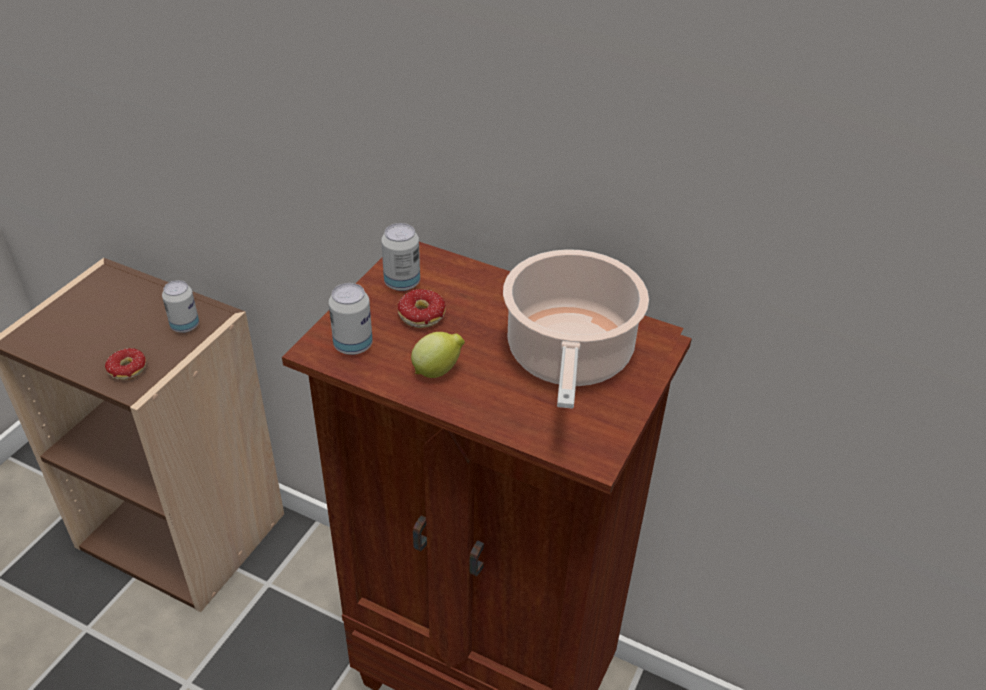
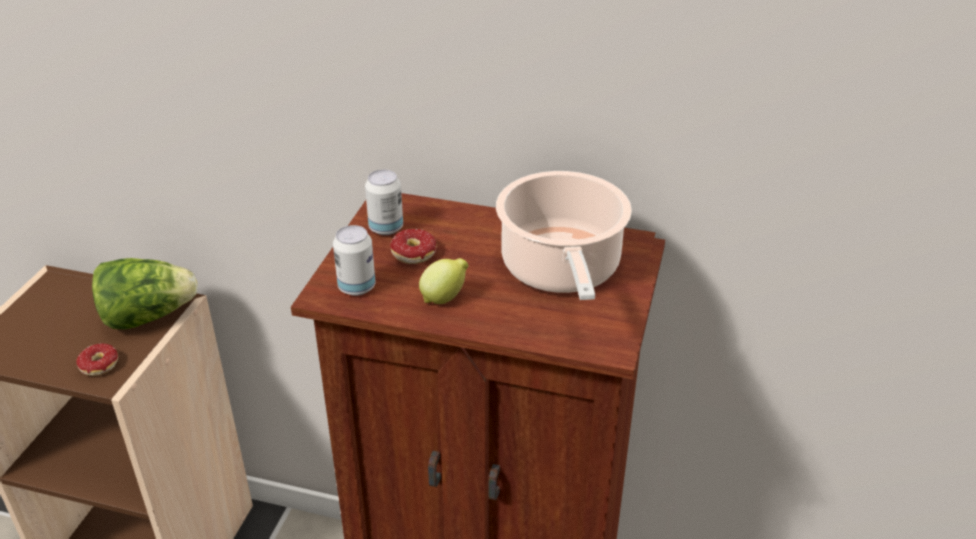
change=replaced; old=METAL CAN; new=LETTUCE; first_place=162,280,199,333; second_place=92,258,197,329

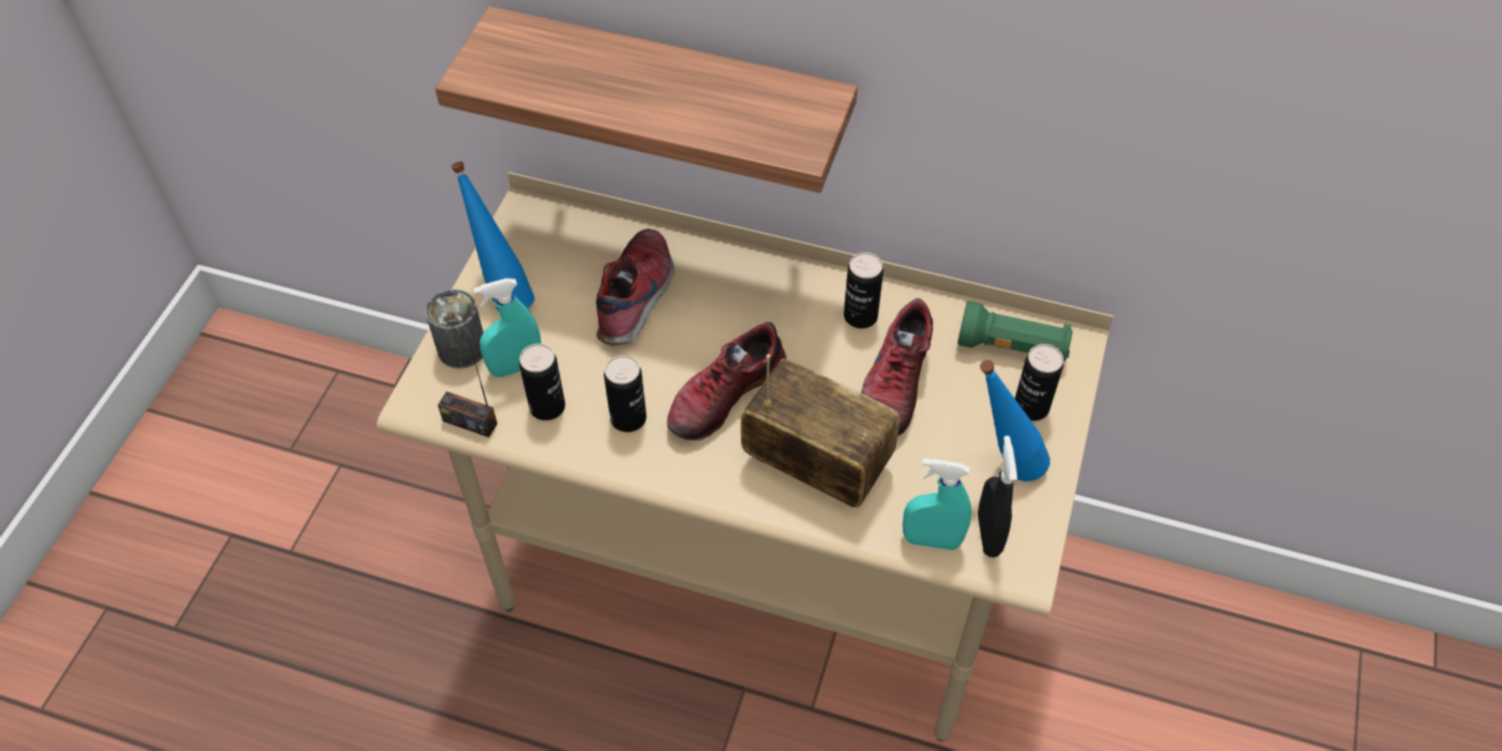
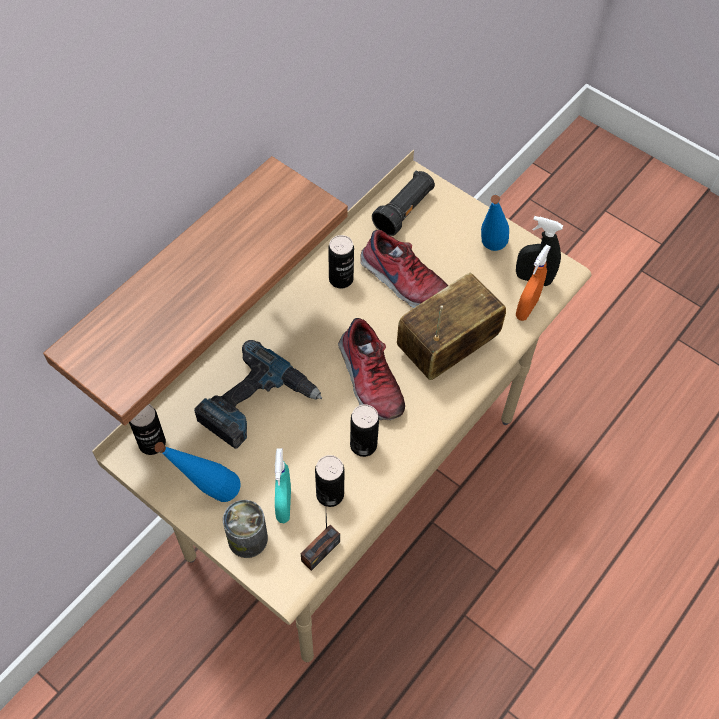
change=moved; old=METAL CAN; first_place=1015,344,1063,421; second_place=129,404,166,455
change=replaced; old=LOW SHOE; new=POWER DRILL; first_place=596,229,675,346; second_place=194,340,322,449
change=recoloured; old=GREEN-COLOURED HAND TORCH; new=BLACK HAND TORCH; first_place=958,301,1072,362; second_place=372,170,435,236
change=recoloured; old=TURQUOISE HAND SPRAYER; new=ORANGEY HAND SPRAYER; first_place=902,458,972,550; second_place=516,244,551,321

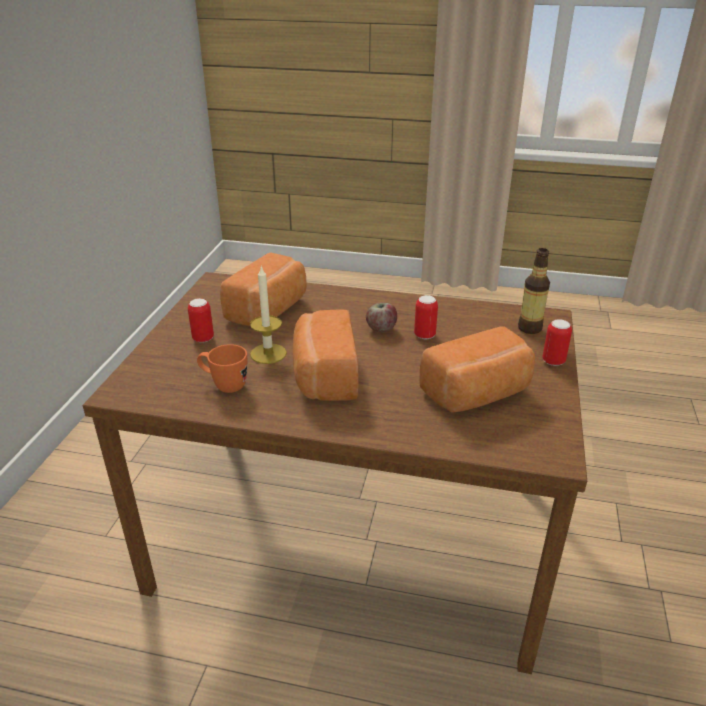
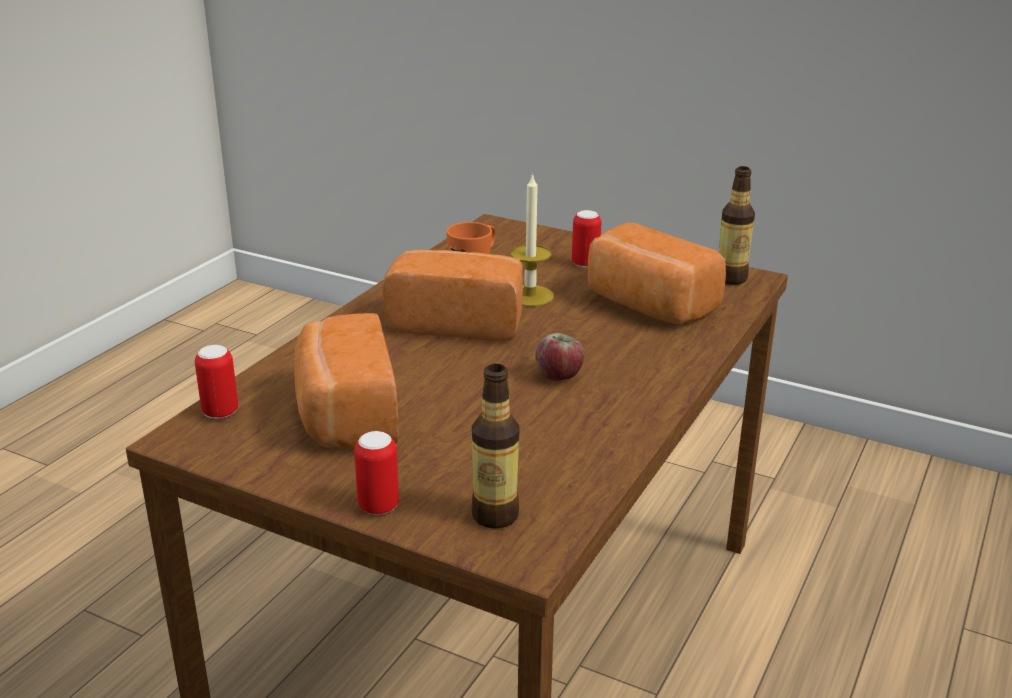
change=moved; old=METAL CAN; first_place=414,295,438,339; second_place=195,345,238,419
change=added; new=BEVERAGE BOTTLE; second_place=719,166,755,285

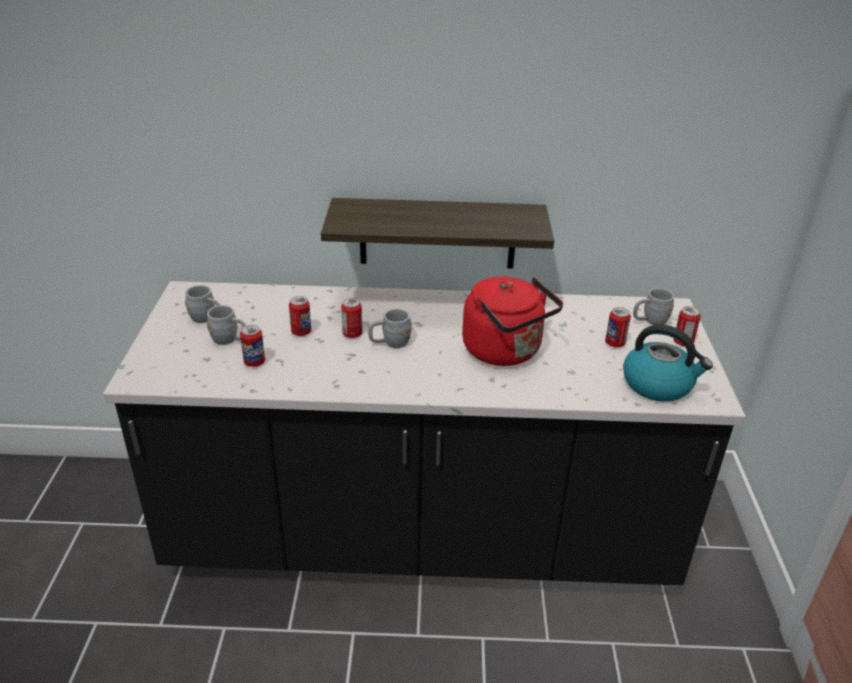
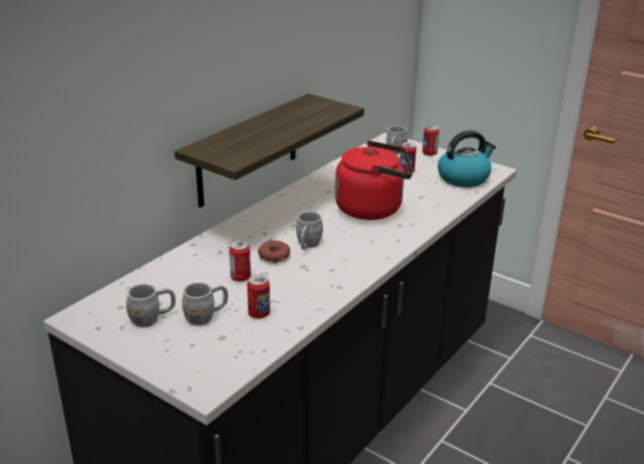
change=replaced; old=METAL CAN; new=DONUT; first_place=341,298,362,338; second_place=258,240,290,264

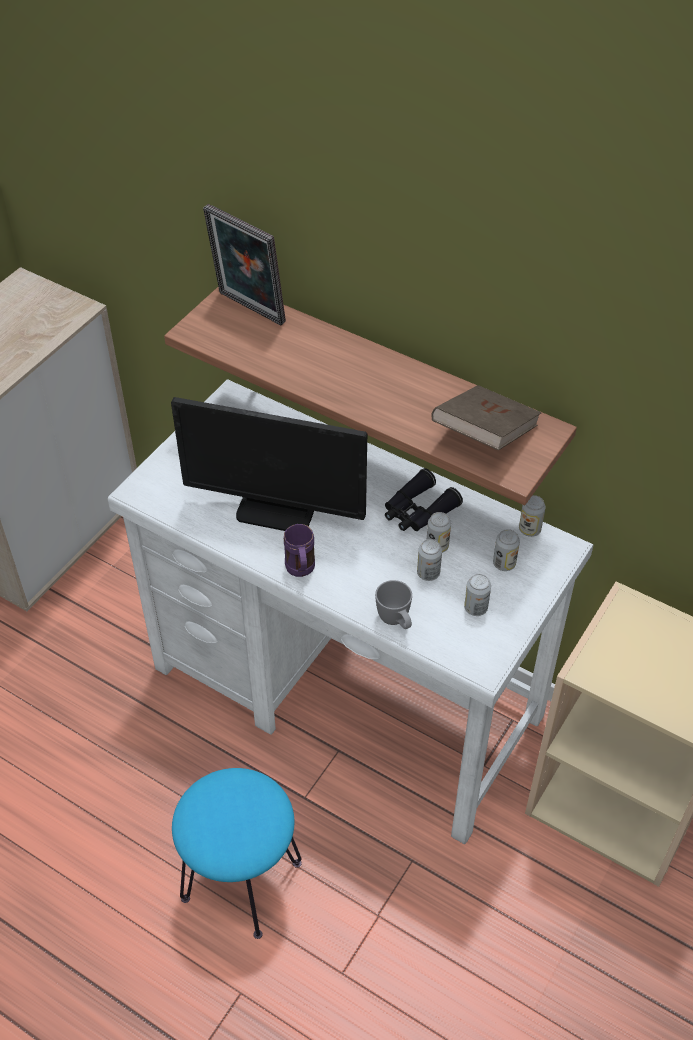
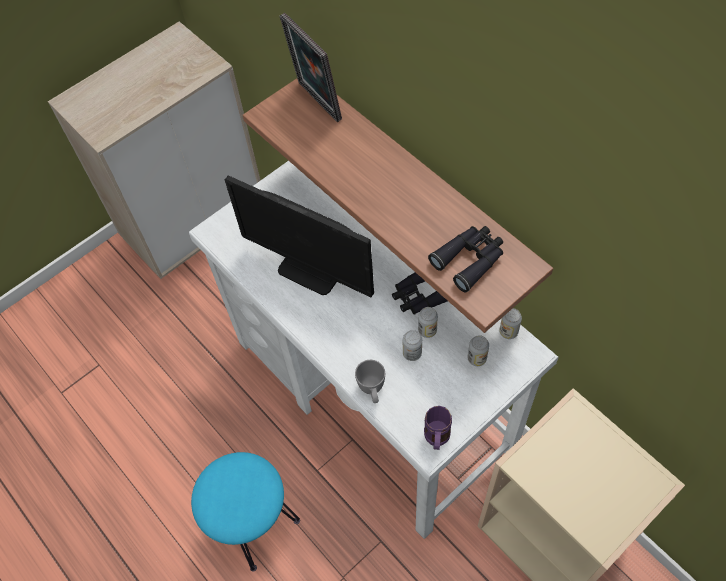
change=moved; old=PURPLE-COLOURED TEA MUG; first_place=284,524,315,577; second_place=424,406,452,450
change=replaced; old=BROWNISH BOUND BOOK; new=BLACK FIELD GLASSES; first_place=431,385,542,451; second_place=428,226,503,293
change=removed; old=METAL CAN; first_place=464,574,491,616

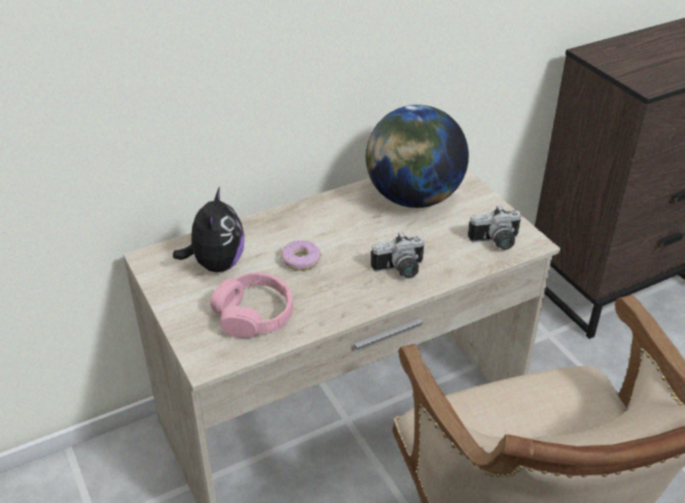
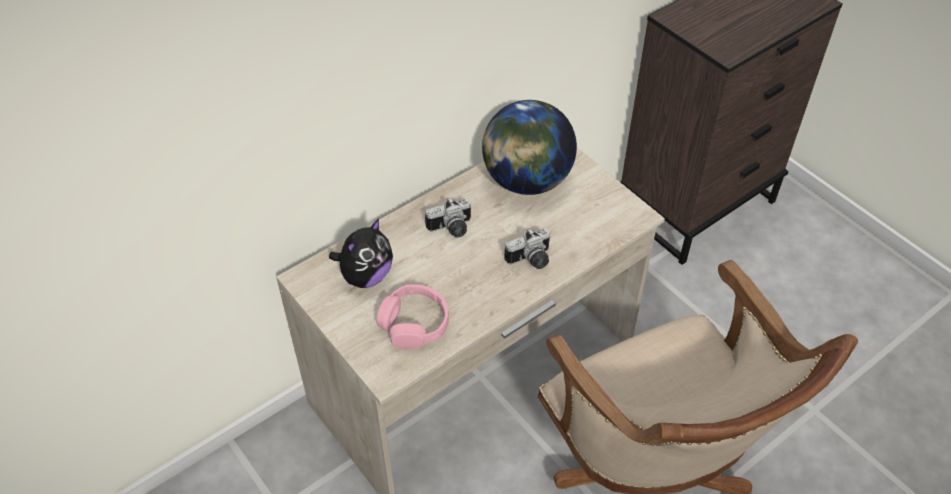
change=turned; old=SOFT TOY; first_place=173,187,244,272; second_place=329,219,393,288; degrees=45
change=moved; old=STILL CAMERA; first_place=468,205,521,250; second_place=425,198,471,237
change=removed; old=DONUT; first_place=281,240,321,271

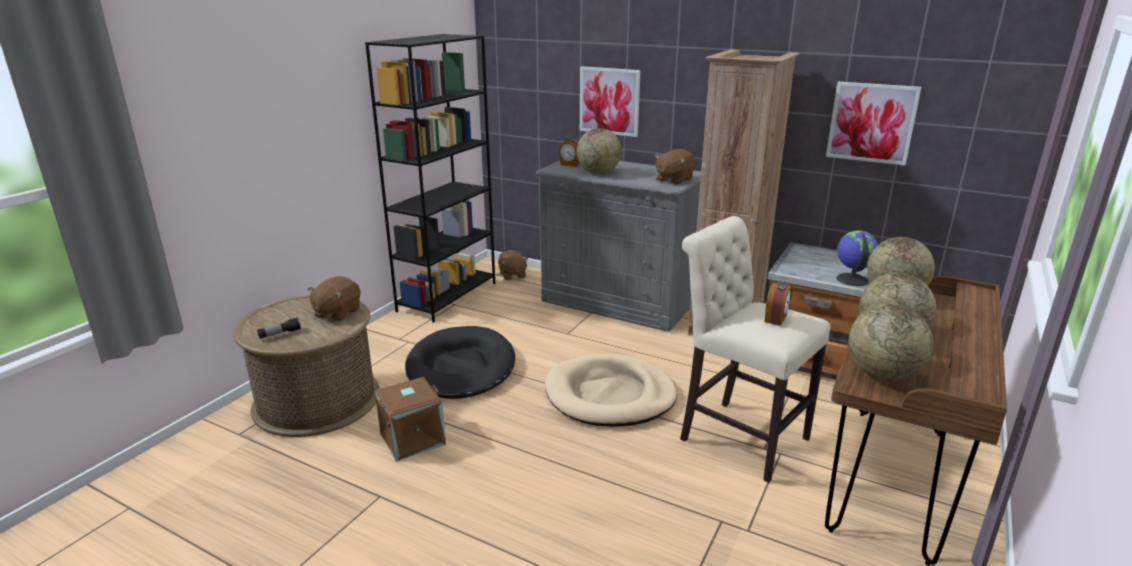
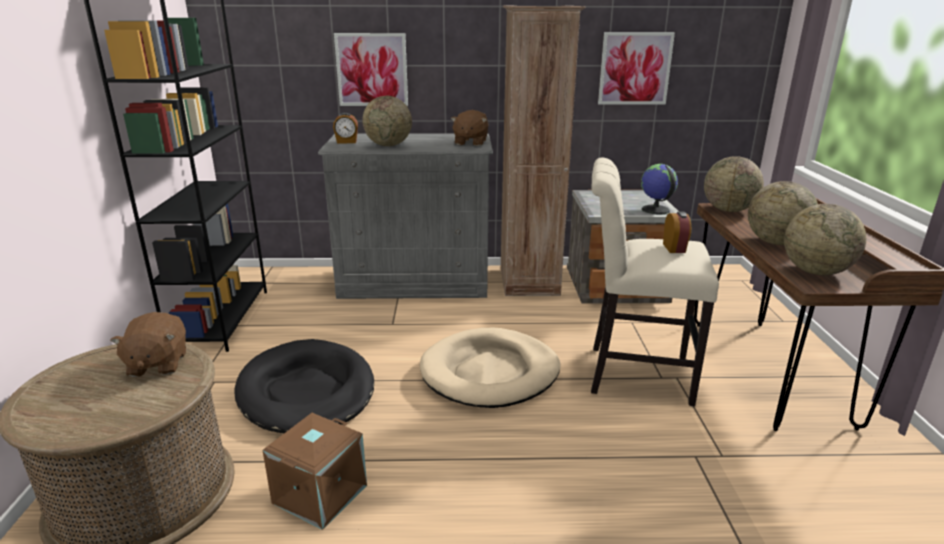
change=removed; old=HAND TORCH; first_place=257,317,301,339
change=removed; old=BROWNISH SOFT TOY; first_place=498,250,528,280

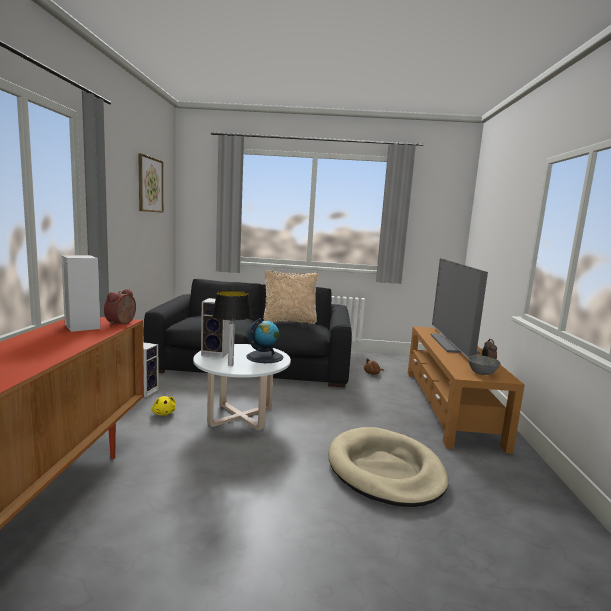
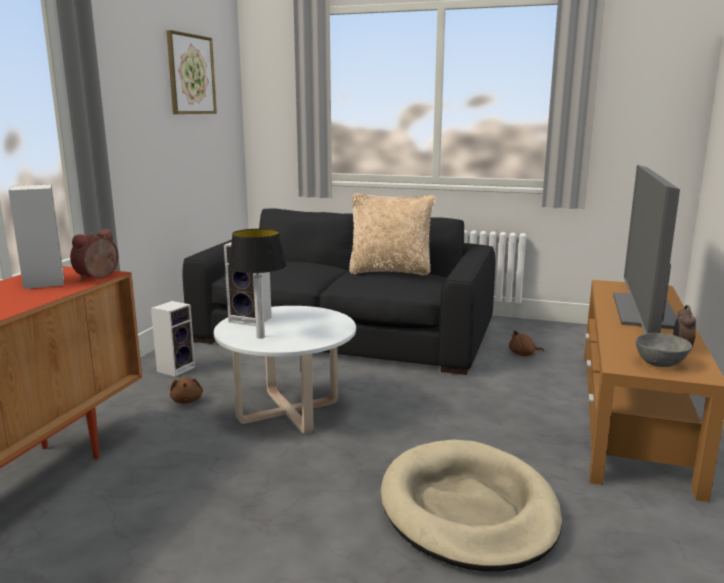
change=recoloured; old=YELLOWISH SOFT TOY; new=BROWNISH SOFT TOY; first_place=151,396,176,416; second_place=170,377,203,404
change=removed; old=DESK GLOBE; first_place=246,318,283,363

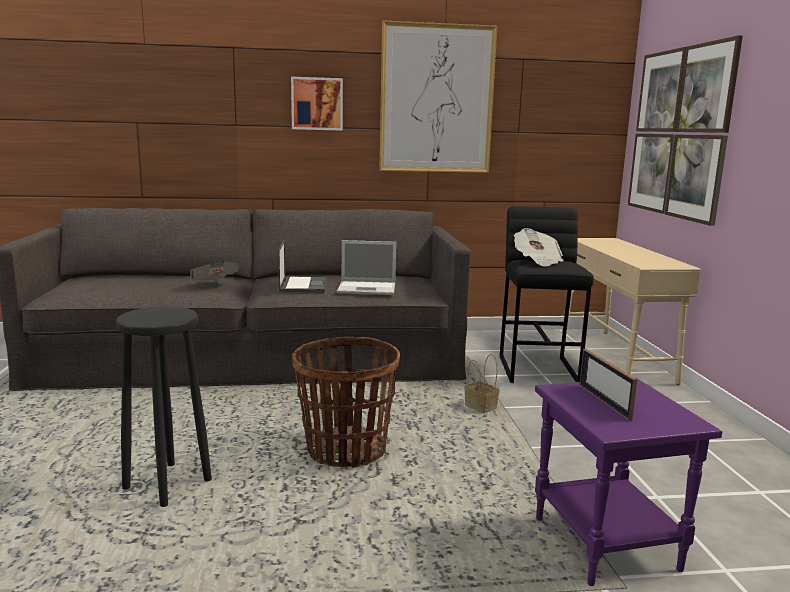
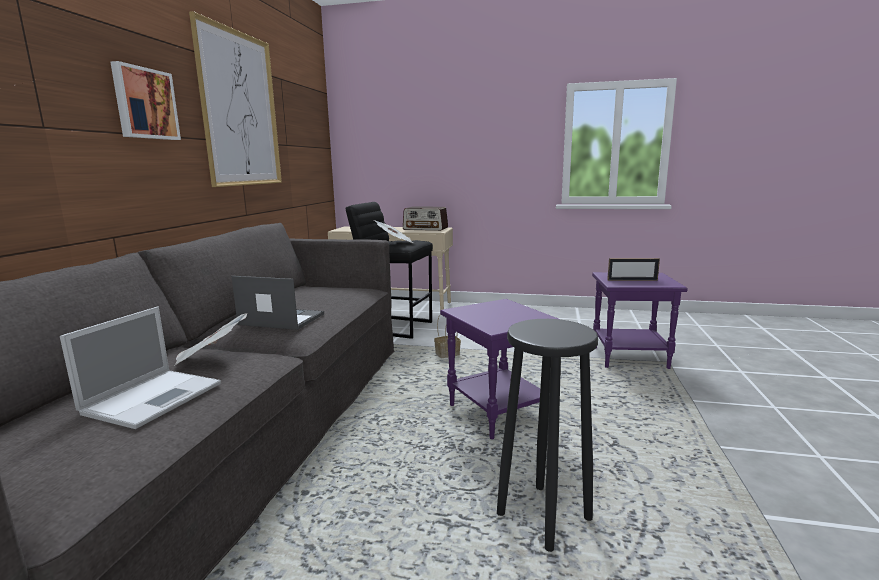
change=moved; old=NOTEBOOK COMPUTER; first_place=337,240,396,295; second_place=60,307,221,429
change=added; new=RADIO; second_place=403,206,448,231
change=replaced; old=STORAGE BASKET; new=PURPLE-COLOURED ACCENT TABLE; first_place=292,337,400,468; second_place=440,299,561,439
change=removed; old=WALL ART; first_place=628,35,743,226

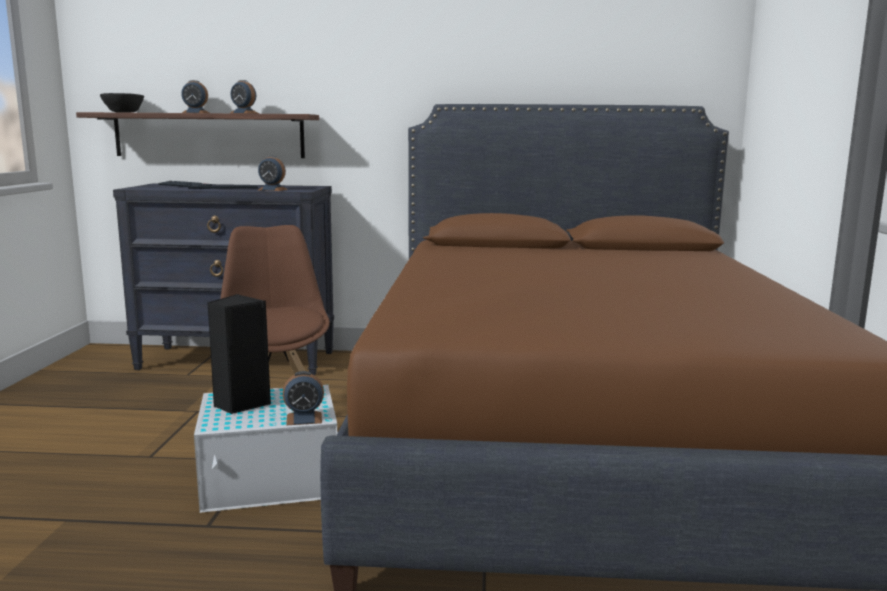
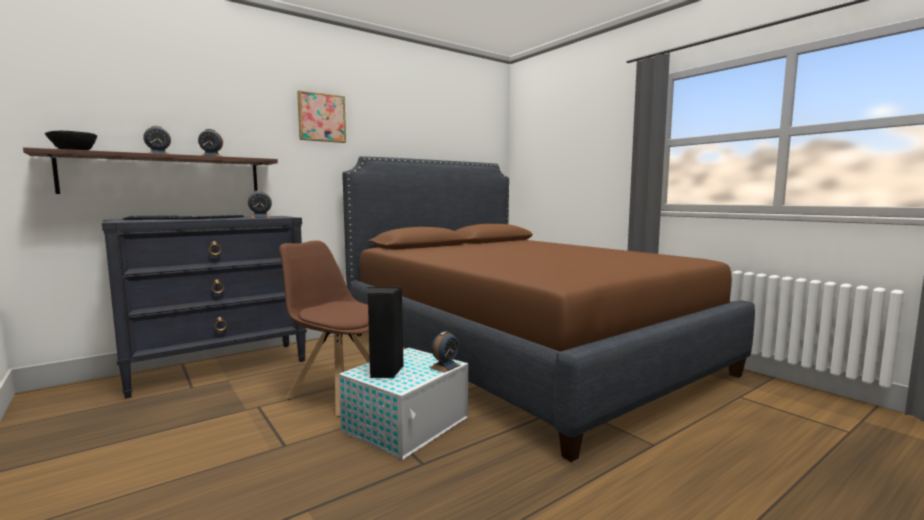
change=added; new=WALL ART; second_place=297,90,346,143

